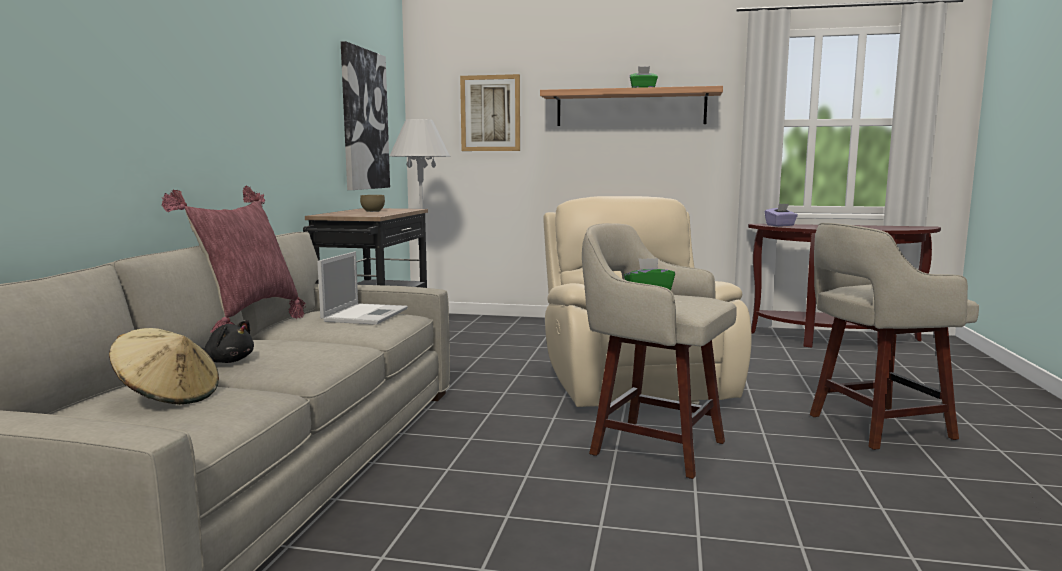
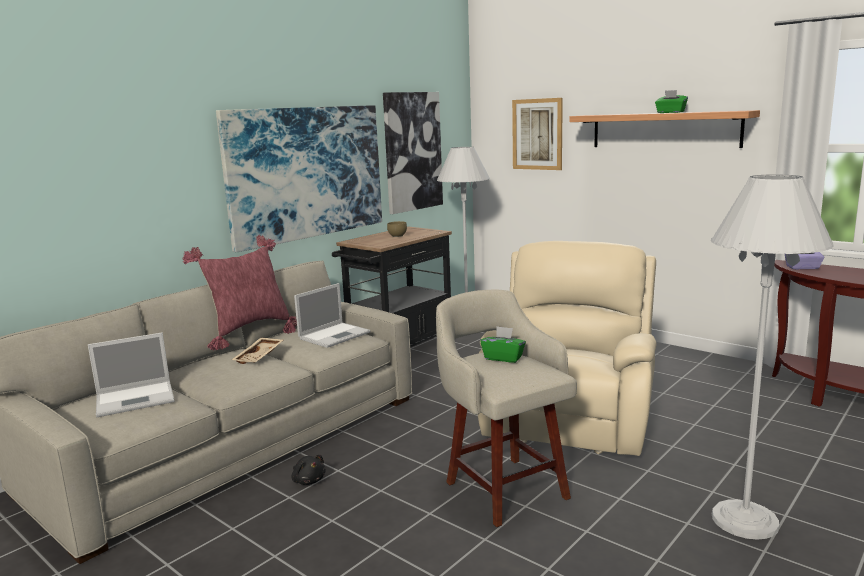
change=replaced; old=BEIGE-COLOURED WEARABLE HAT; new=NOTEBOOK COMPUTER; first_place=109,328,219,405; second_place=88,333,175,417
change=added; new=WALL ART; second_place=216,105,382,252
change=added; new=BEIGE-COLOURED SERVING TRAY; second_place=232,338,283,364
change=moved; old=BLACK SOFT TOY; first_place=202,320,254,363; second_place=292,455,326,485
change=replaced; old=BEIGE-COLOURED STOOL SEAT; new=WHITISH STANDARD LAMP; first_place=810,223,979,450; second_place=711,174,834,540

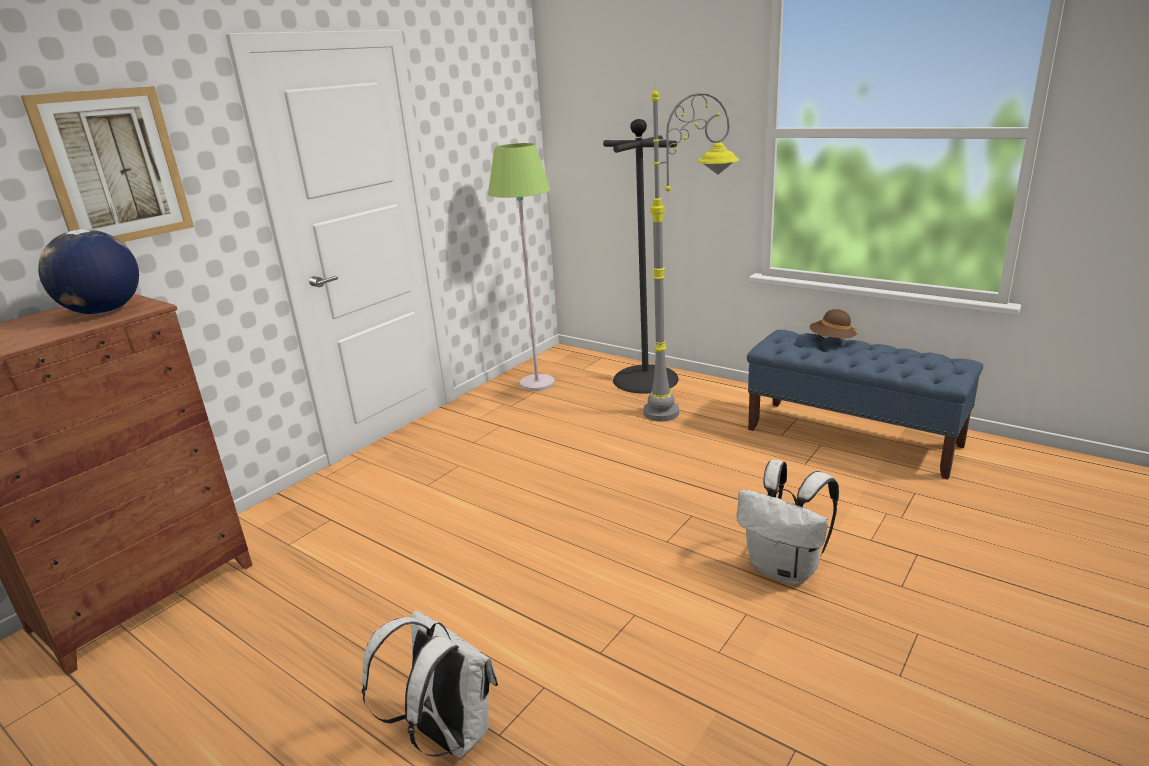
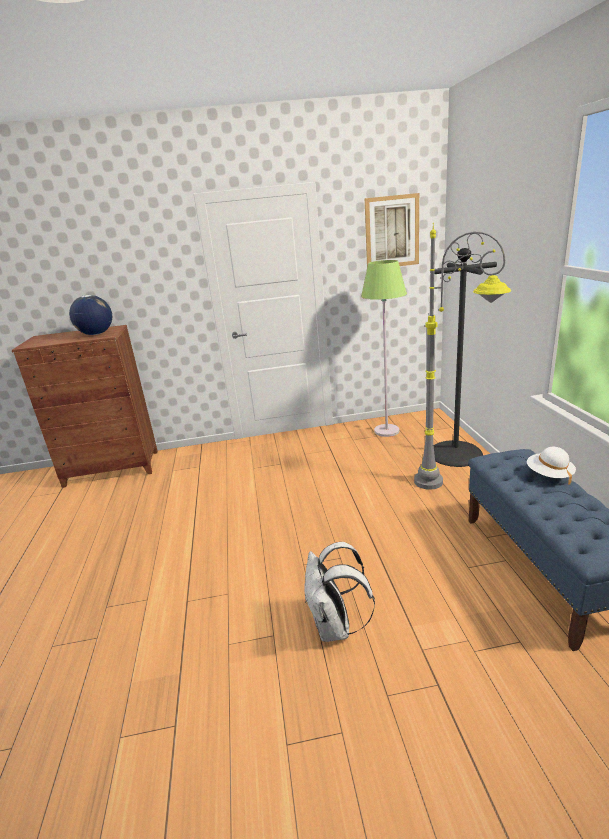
change=moved; old=WALL ART; first_place=21,86,194,243; second_place=365,193,419,266
change=recoloured; old=BROWNISH WEARABLE HAT; new=WHITISH WEARABLE HAT; first_place=810,309,857,338; second_place=527,447,576,485
change=removed; old=WHITISH RUCKSACK; first_place=362,610,498,758

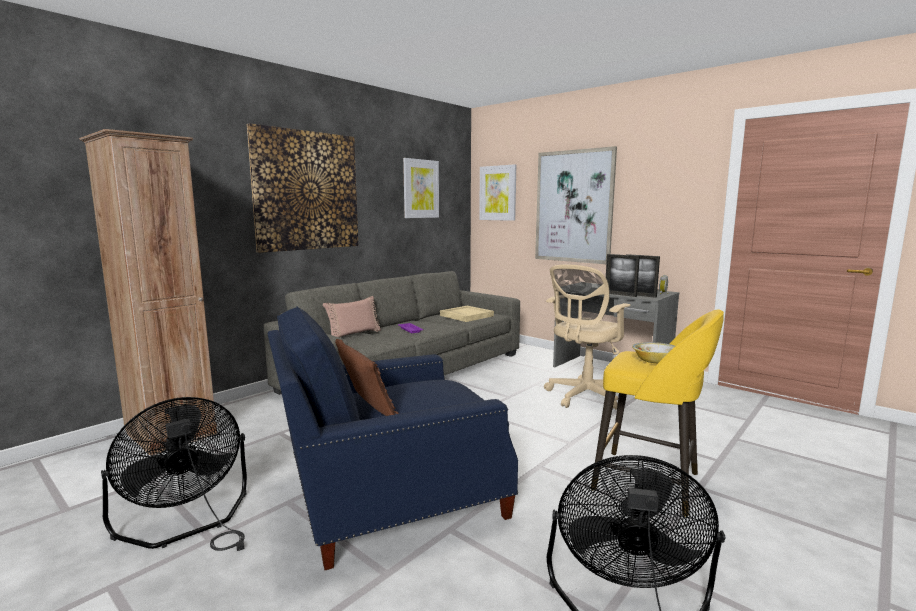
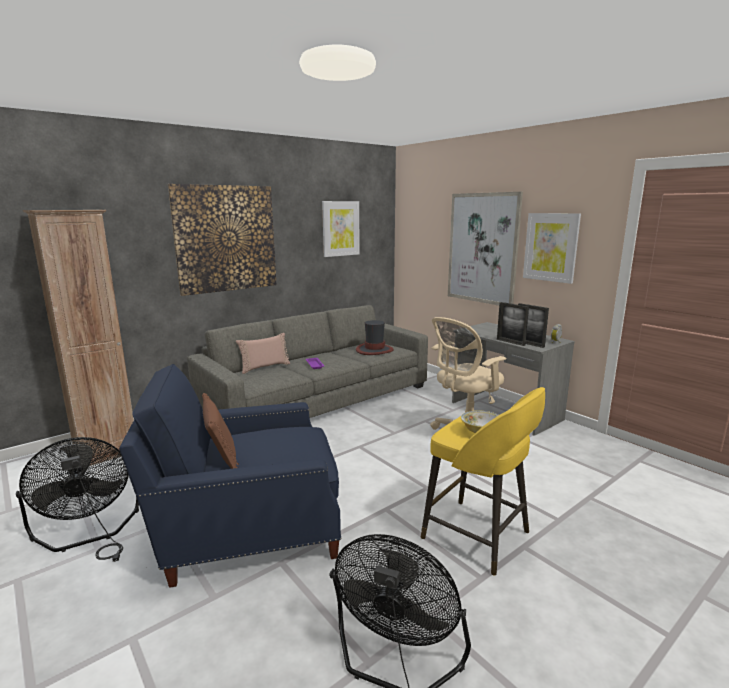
change=replaced; old=BEIGE-COLOURED SERVING TRAY; new=WEARABLE HAT; first_place=440,306,494,322; second_place=356,320,394,355
change=moved; old=WALL ART; first_place=479,164,516,221; second_place=523,213,581,284

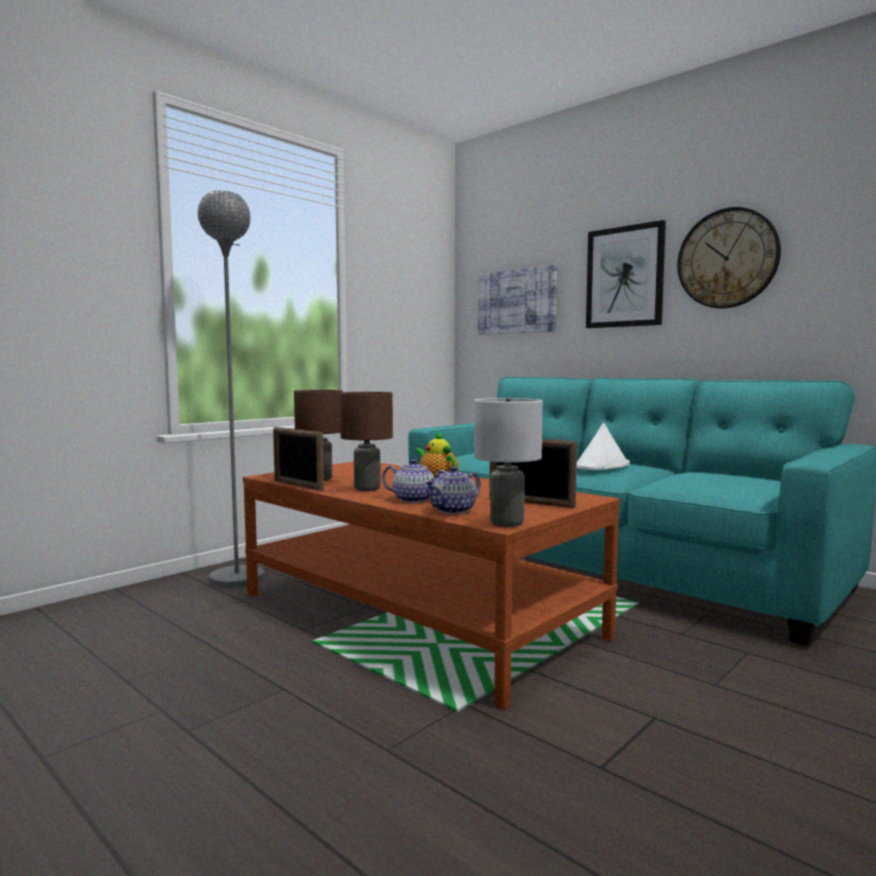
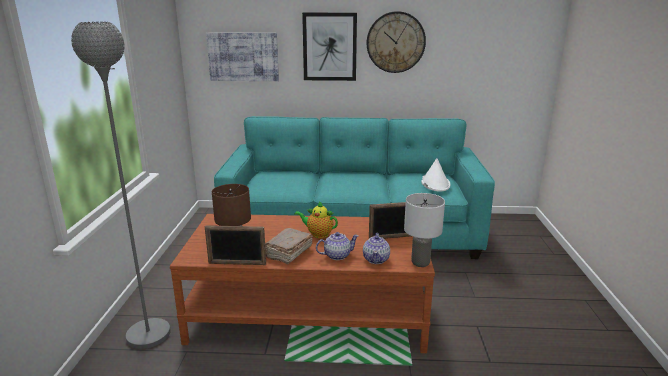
change=replaced; old=BROWNISH TABLETOP LAMP; new=BROWNISH BOUND BOOK; first_place=340,391,393,491; second_place=265,228,313,264
change=moved; old=WHITISH WEARABLE HAT; first_place=577,423,630,470; second_place=421,158,451,192

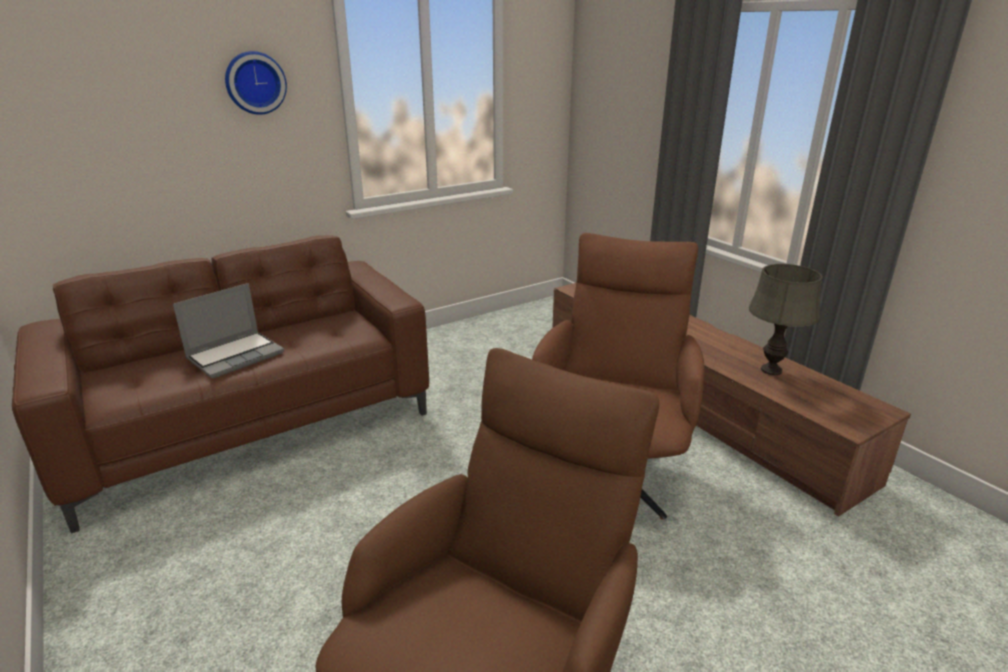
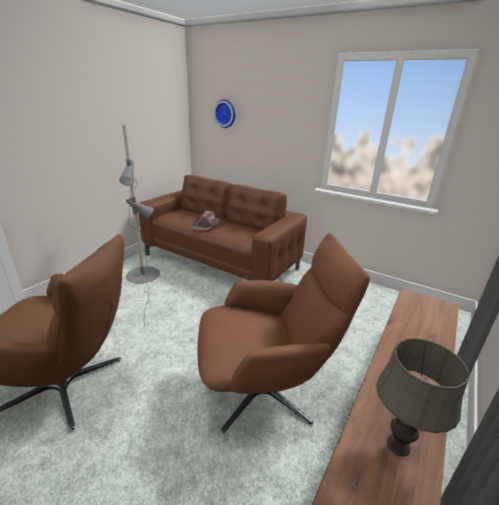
change=added; new=GRAY STANDARD LAMP; second_place=119,123,160,326
change=replaced; old=NOTEBOOK COMPUTER; new=BROWNISH WEARABLE HAT; first_place=173,283,284,378; second_place=192,211,223,230
change=moved; old=HANGING CLOCK; first_place=225,51,287,115; second_place=214,99,236,128

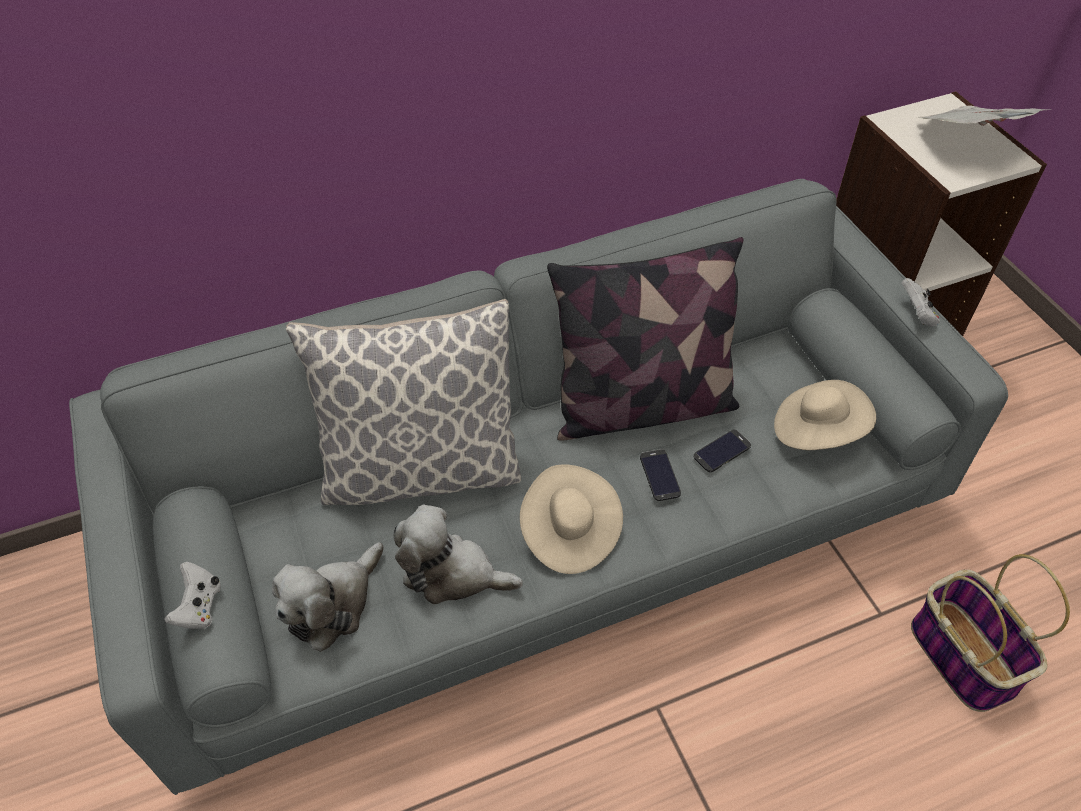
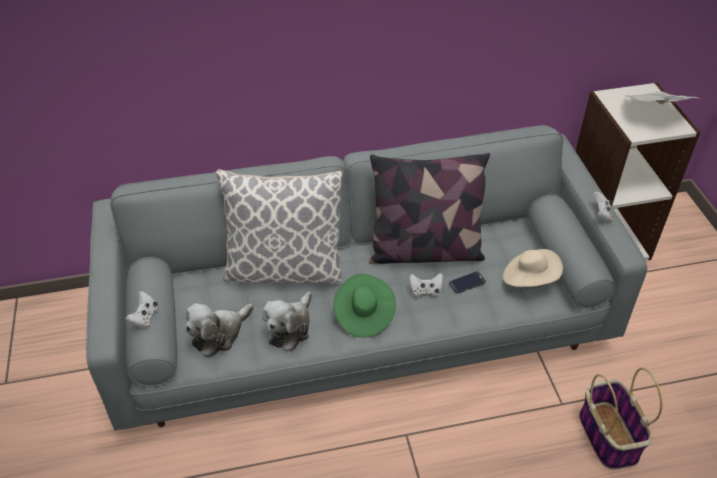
change=turned; old=SOFT TOY; first_place=394,504,523,604; second_place=262,291,312,351; degrees=-90
change=recoloured; old=BEIGE-COLOURED WEARABLE HAT; new=GREEN-COLOURED WEARABLE HAT; first_place=520,464,623,574; second_place=333,274,396,338
change=replaced; old=PHONE; new=WHITISH GAMEPAD; first_place=640,449,681,501; second_place=409,273,443,297

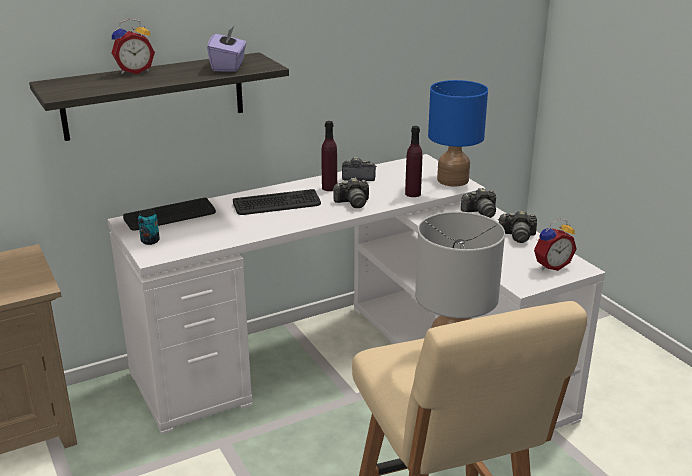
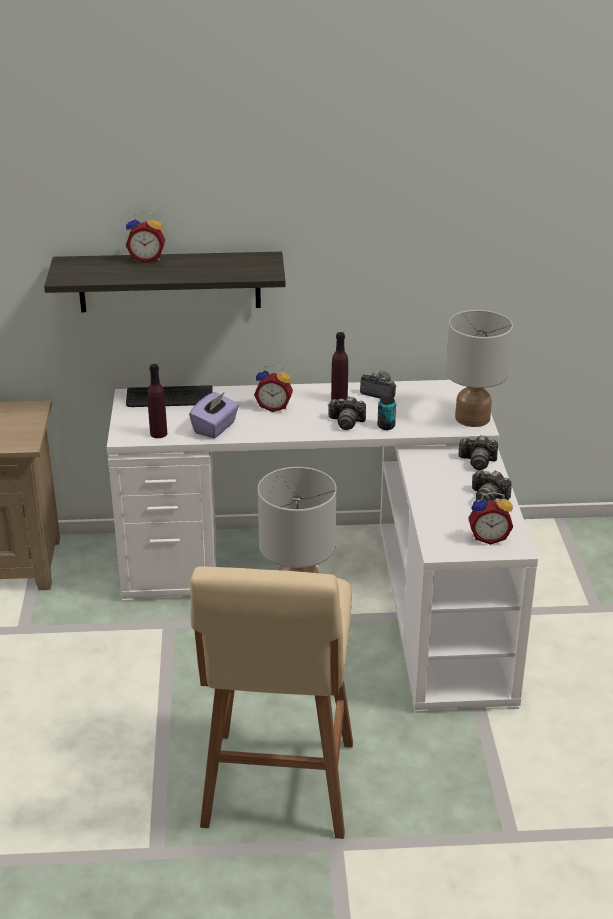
change=moved; old=PURPLE-COLOURED BEVERAGE BOTTLE; first_place=405,126,422,197; second_place=147,364,167,438
change=moved; old=PURPLE-COLOURED BOX OF TISSUES; first_place=207,26,246,72; second_place=189,392,239,438
change=replaced; old=COMPUTER KEYBOARD; new=BEDSIDE CLOCK; first_place=233,189,321,215; second_place=254,365,293,412
change=moved; old=METAL CAN; first_place=138,209,160,245; second_place=377,396,396,430
change=recoloured; old=BLUISH TABLETOP LAMP; new=GRAY TABLETOP LAMP; first_place=428,80,488,187; second_place=446,310,513,427

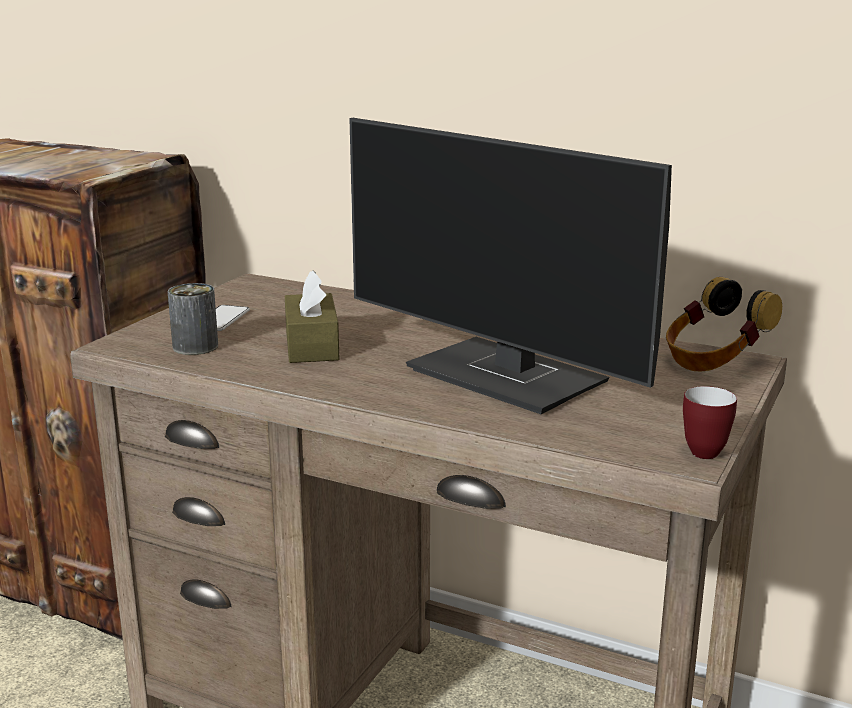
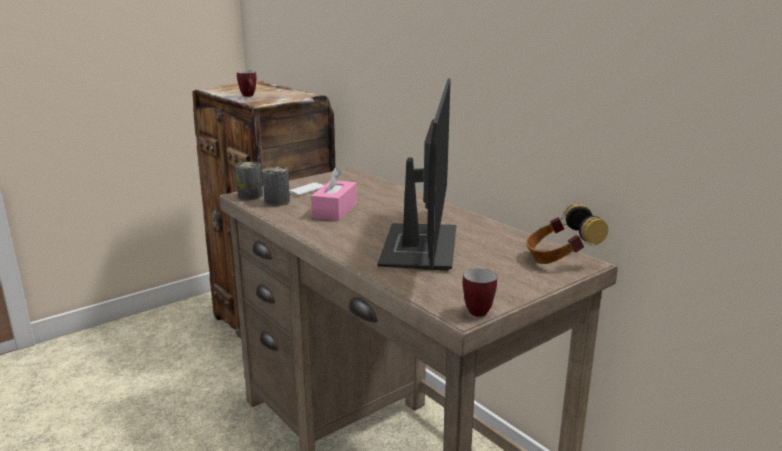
change=added; new=METAL CAN; second_place=235,162,263,200
change=added; new=TEA MUG; second_place=237,71,257,97
change=recoloured; old=BROWNISH BOX OF TISSUES; new=PINK-COLOURED BOX OF TISSUES; first_place=285,270,339,363; second_place=311,167,357,221
change=turned; old=COMPUTER DISPLAY; first_place=349,118,672,414; second_place=377,78,457,271; degrees=-150

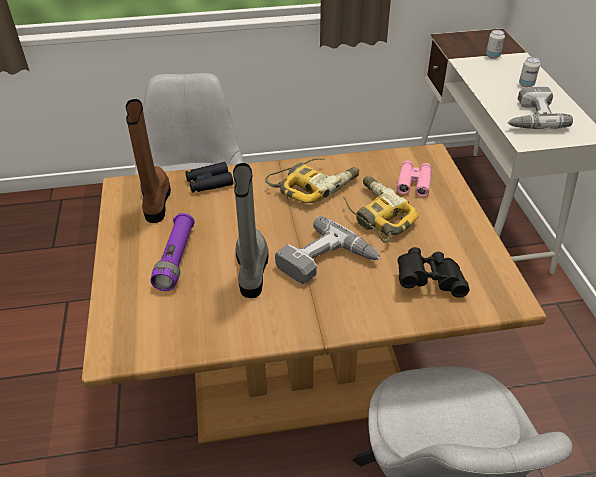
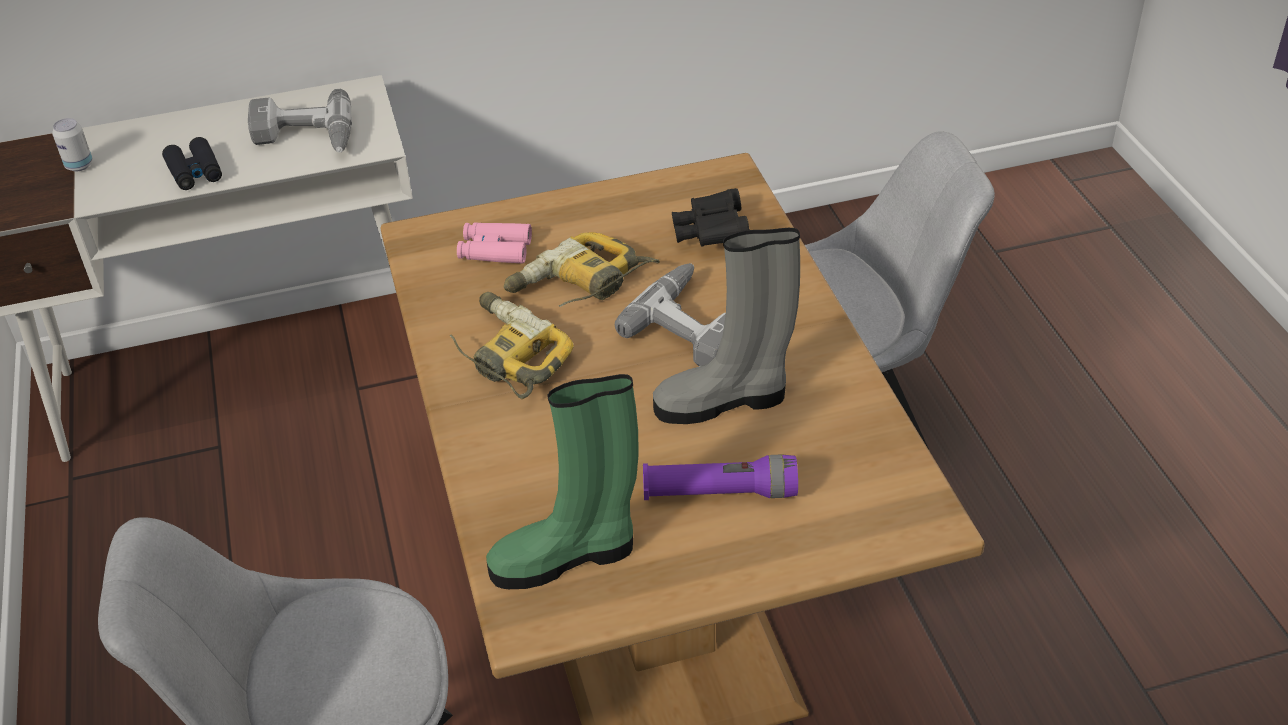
change=moved; old=BLACK FIELD GLASSES; first_place=185,162,233,193; second_place=162,137,222,190
change=recoloured; old=BROWNISH BOOT; new=GREEN-COLOURED BOOT; first_place=126,99,171,223; second_place=486,374,639,589
change=removed; old=METAL CAN; first_place=519,57,540,87

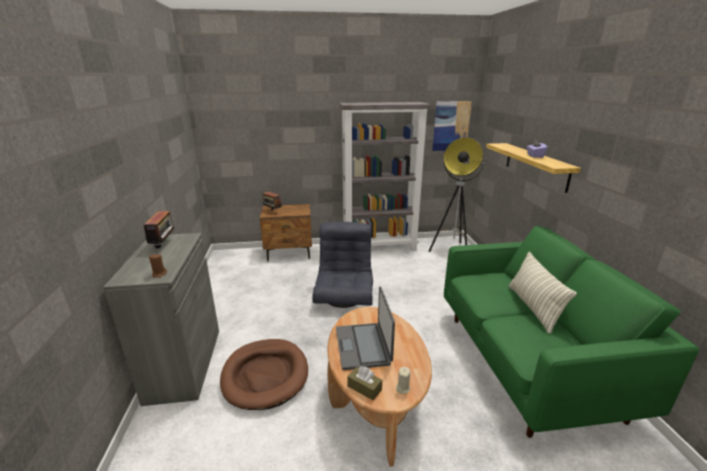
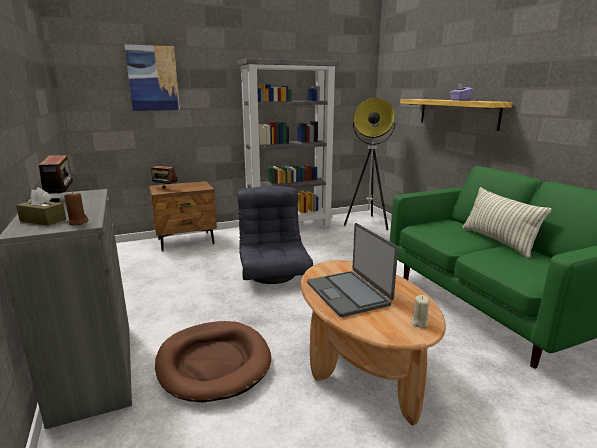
change=moved; old=BROWNISH BOX OF TISSUES; first_place=347,367,382,400; second_place=16,187,66,226
change=moved; old=WALL ART; first_place=432,101,472,151; second_place=124,44,180,111

